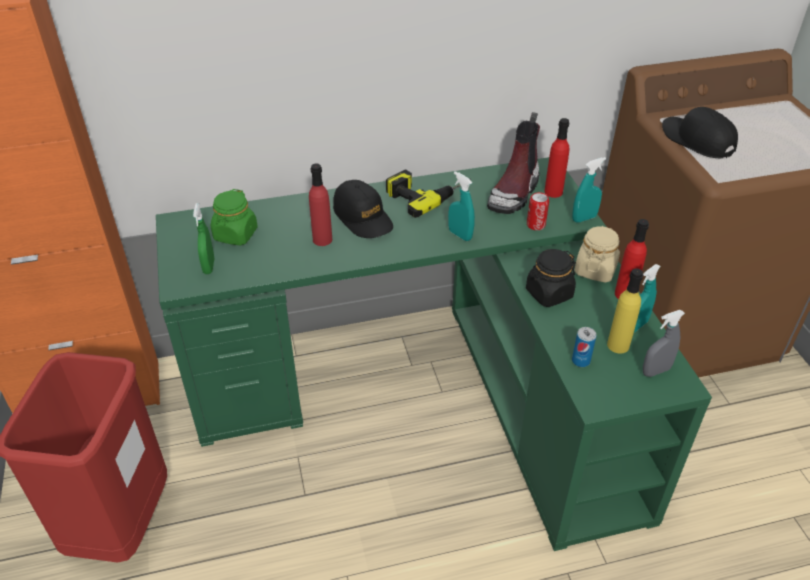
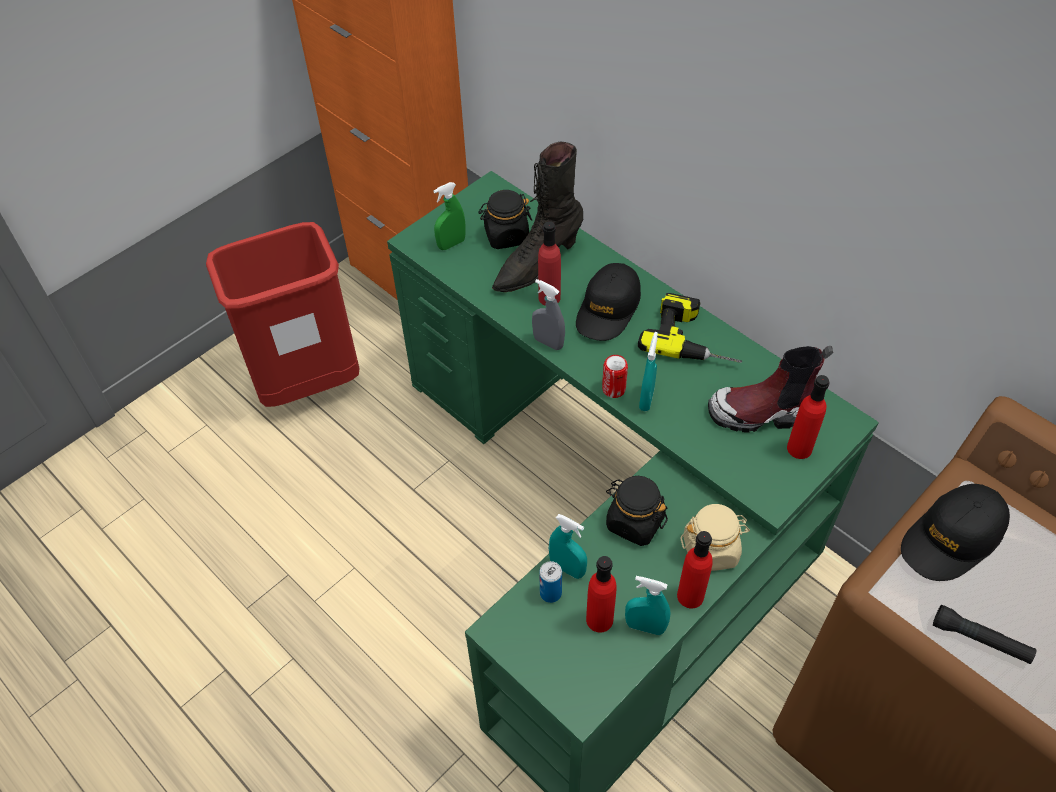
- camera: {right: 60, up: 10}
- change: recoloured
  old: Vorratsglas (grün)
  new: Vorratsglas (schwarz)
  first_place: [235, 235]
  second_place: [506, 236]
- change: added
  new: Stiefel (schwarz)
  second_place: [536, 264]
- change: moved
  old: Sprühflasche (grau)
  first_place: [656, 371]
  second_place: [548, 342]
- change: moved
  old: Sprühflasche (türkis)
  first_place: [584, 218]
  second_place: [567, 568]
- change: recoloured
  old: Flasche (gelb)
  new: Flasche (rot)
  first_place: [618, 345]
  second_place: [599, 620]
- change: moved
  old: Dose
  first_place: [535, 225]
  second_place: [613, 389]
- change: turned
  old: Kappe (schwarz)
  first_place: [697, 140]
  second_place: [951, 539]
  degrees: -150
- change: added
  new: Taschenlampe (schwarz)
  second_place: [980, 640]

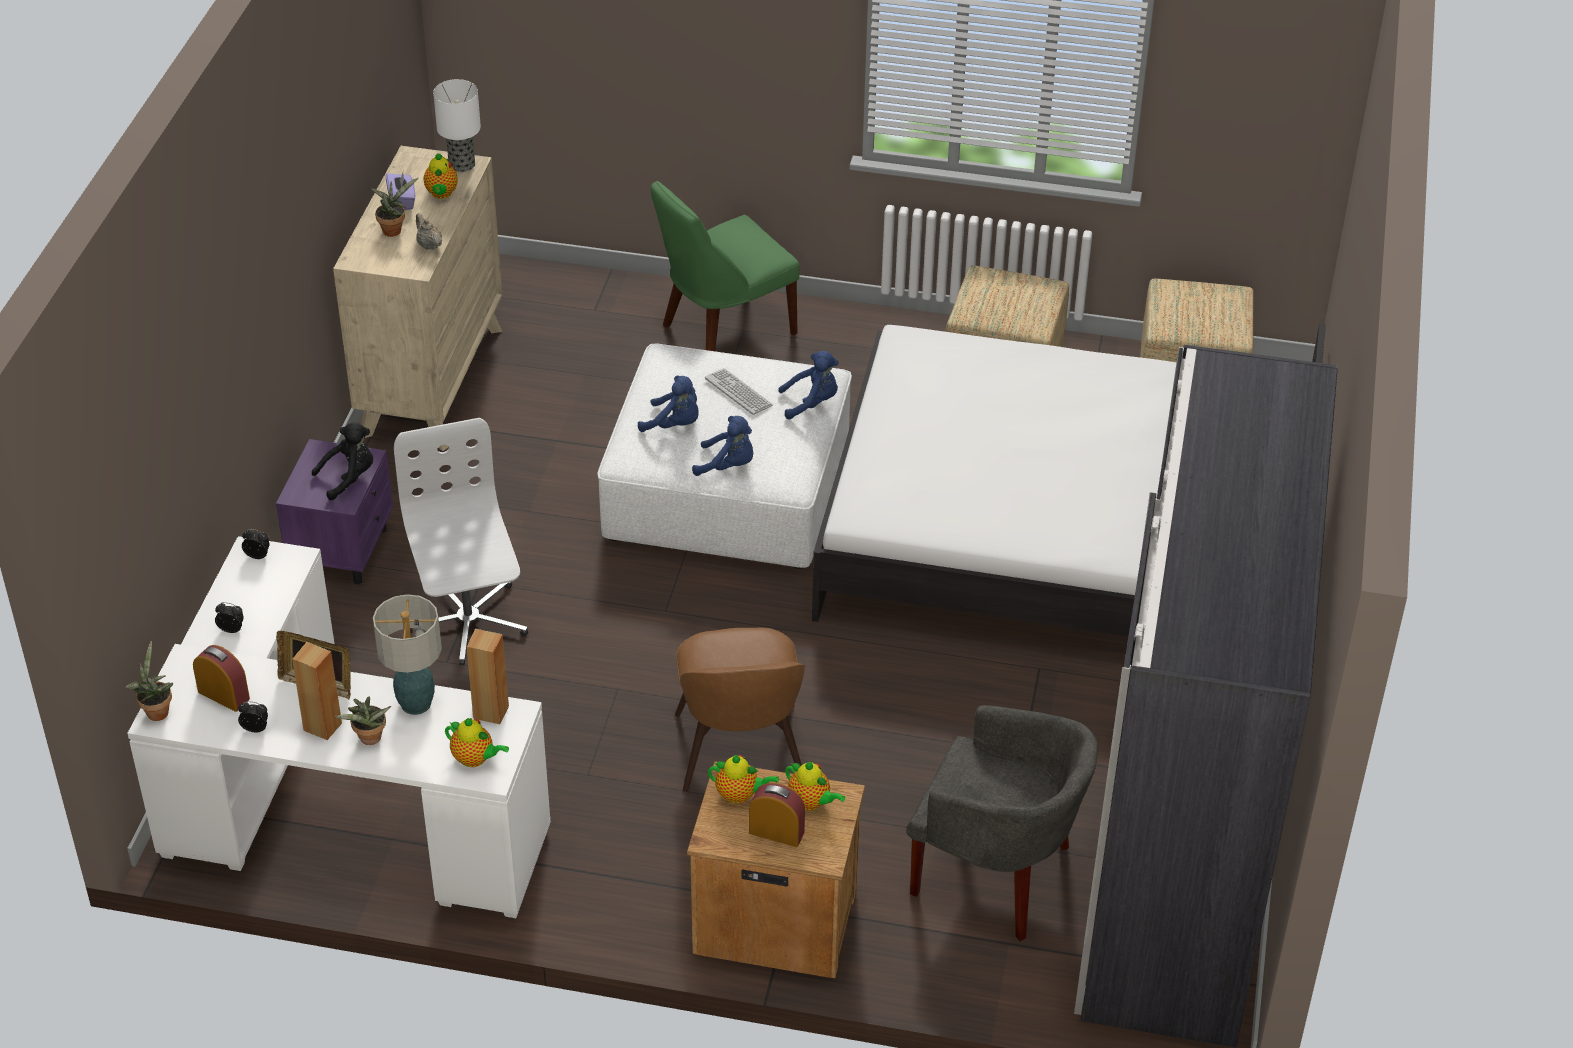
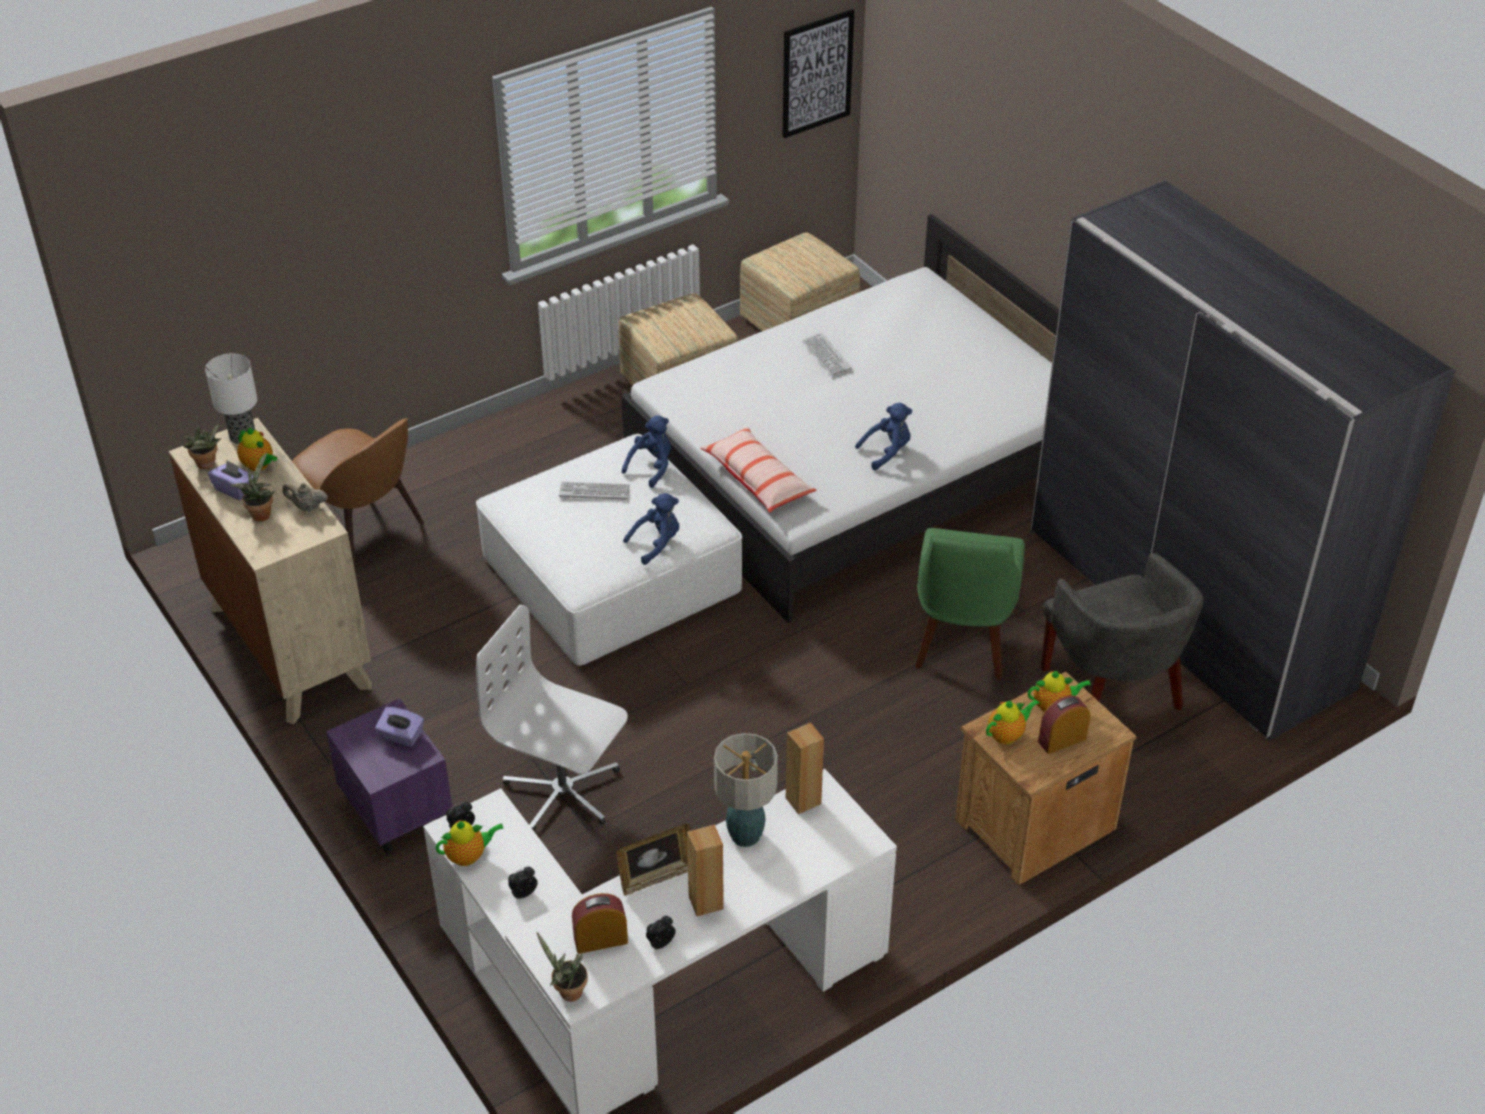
- camera: {right: -45, up: 0}
- change: moved
  old: Topfpflanze
  first_place: [369, 740]
  second_place: [207, 465]
- change: moved
  old: Stuhl (braun)
  first_place: [740, 752]
  second_place: [363, 532]
- change: replaced
  old: Plüschtier (schwarz)
  new: Taschentuchbox (lila)
  first_place: [349, 478]
  second_place: [401, 736]
- change: moved
  old: Teekanne
  first_place: [475, 759]
  second_place: [469, 856]
- change: added
  new: Kissen
  second_place: [757, 479]
- change: added
  new: Bild
  second_place: [817, 73]
- change: added
  new: Tastatur
  second_place: [826, 355]
- change: moved
  old: Plüschtier (blau)
  first_place: [674, 425]
  second_place: [887, 452]
- change: moved
  old: Stuhl (grün)
  first_place: [723, 331]
  second_place: [962, 641]
- change: turned
  old: Sessel (grau)
  first_place: [997, 876]
  second_place: [1111, 694]
  degrees: 90

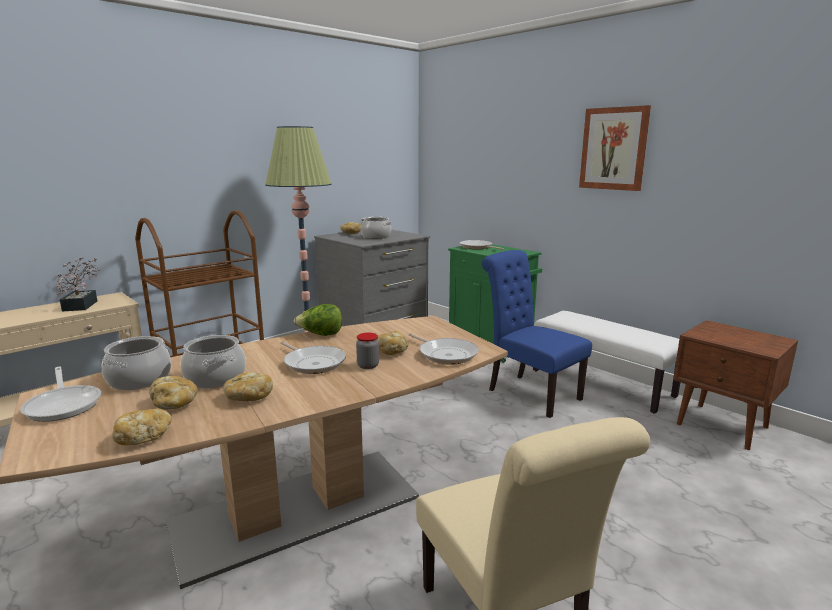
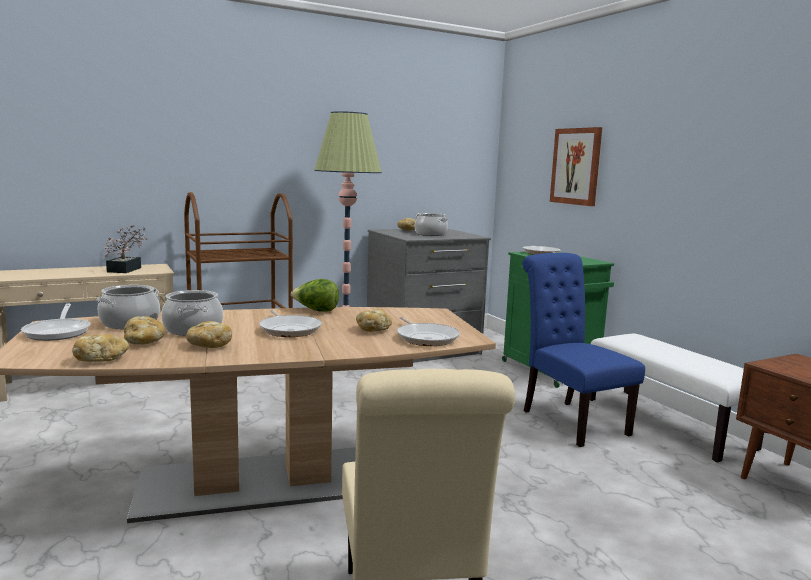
- camera: {right: 15, up: -5}
- change: moved
  old: Bild
  first_place: [613, 149]
  second_place: [576, 166]
- change: removed
  old: Vorratsglas
  first_place: [368, 365]

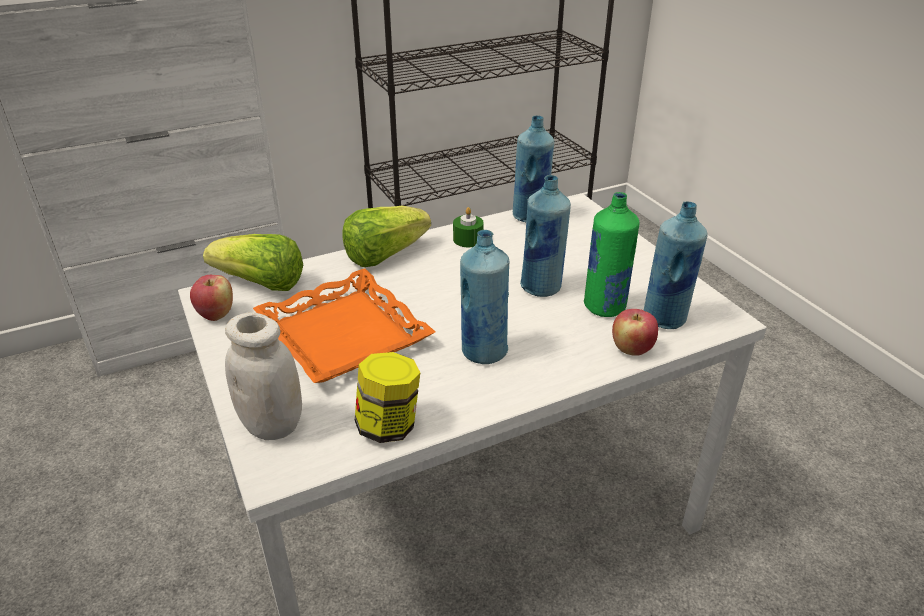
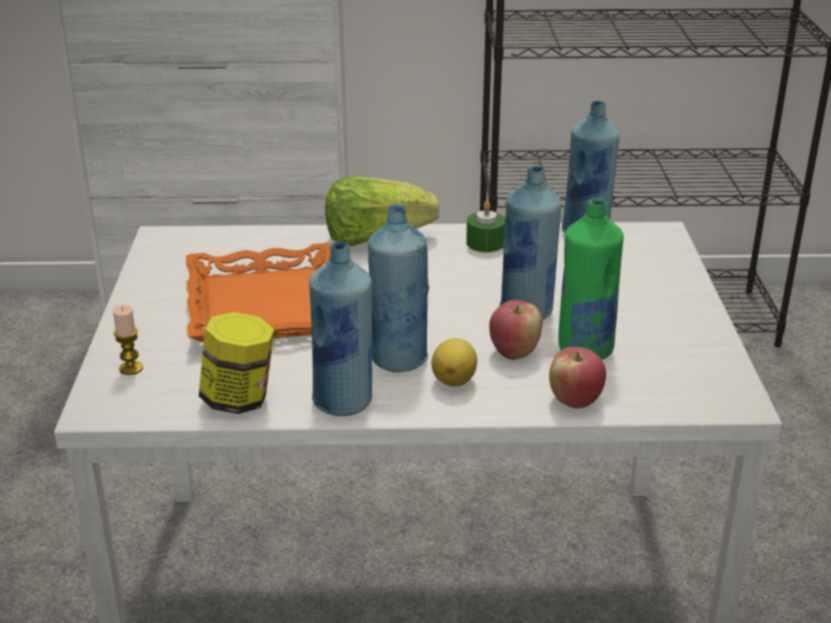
- camera: {right: 25, up: -5}
- change: replaced
  old: Vorratsglas (weiß)
  new: Kerze
  first_place: [272, 425]
  second_place: [131, 368]
- change: moved
  old: Flasche (blau)
  first_place: [665, 319]
  second_place: [343, 402]
- change: added
  new: Zitrone
  second_place: [454, 380]
- change: moved
  old: Apfel
  first_place: [216, 314]
  second_place: [514, 352]
- change: removed
  old: Salatkopf
  first_place: [261, 284]

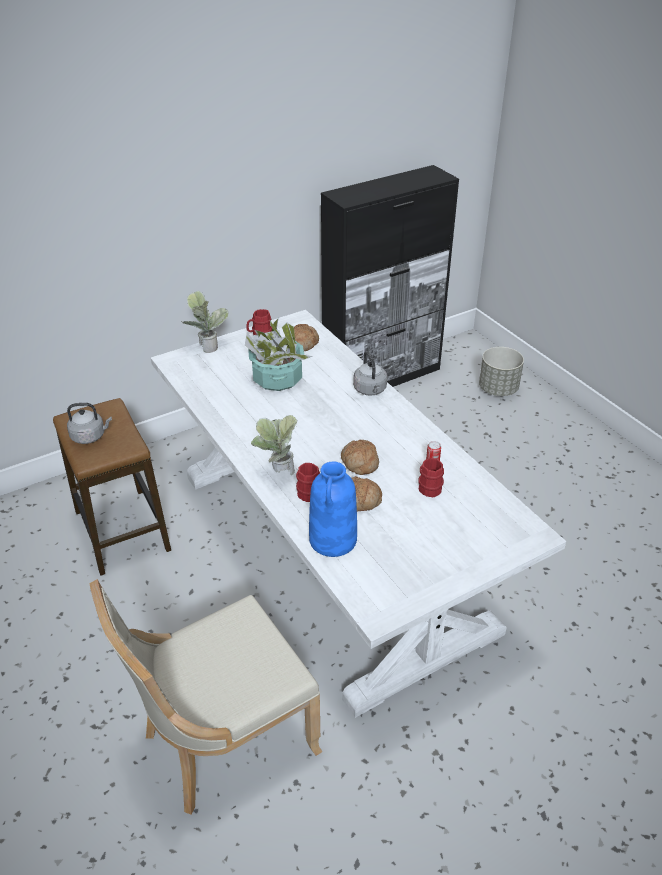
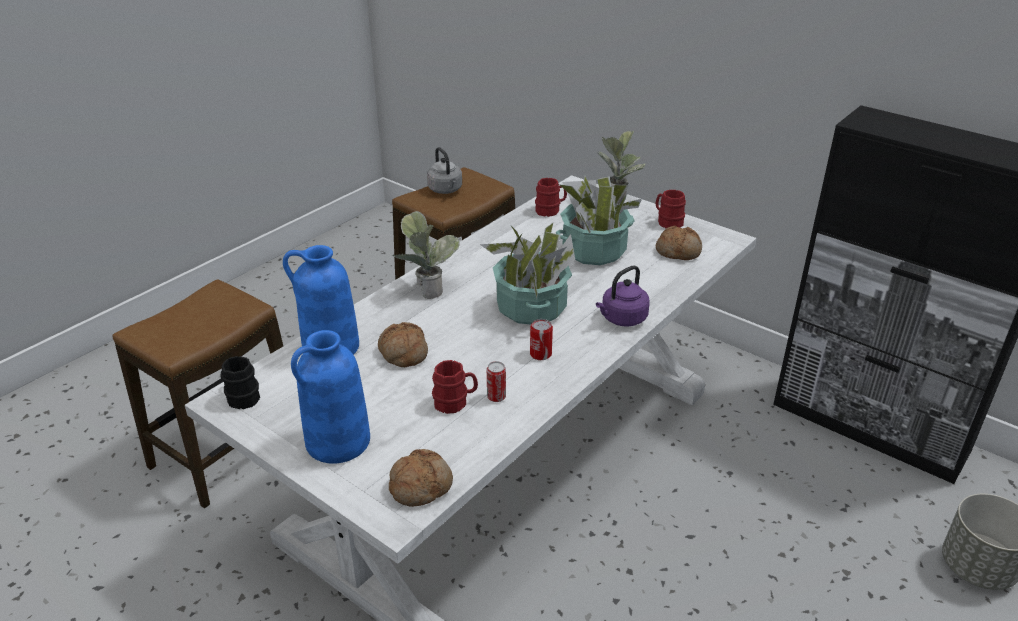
- camera: {right: 70, up: -5}
- change: replaced
  old: Stuhl (beige)
  new: Hocker
  first_place: [222, 741]
  second_place: [227, 451]
- change: added
  new: Henkelbecher (schwarz)
  second_place: [242, 395]
- change: added
  new: Vase (blau)
  second_place: [337, 442]
- change: moved
  old: Brot
  first_place: [359, 463]
  second_place: [420, 485]
- change: added
  new: Topfpflanze
  second_place: [531, 308]
- change: added
  new: Dose
  second_place: [540, 354]
- change: moved
  old: Henkelbecher (rot)
  first_place: [309, 491]
  second_place: [550, 210]
- change: recoloured
  old: Wasserkessel (grau)
  new: Wasserkessel (lila)
  first_place: [370, 390]
  second_place: [622, 319]

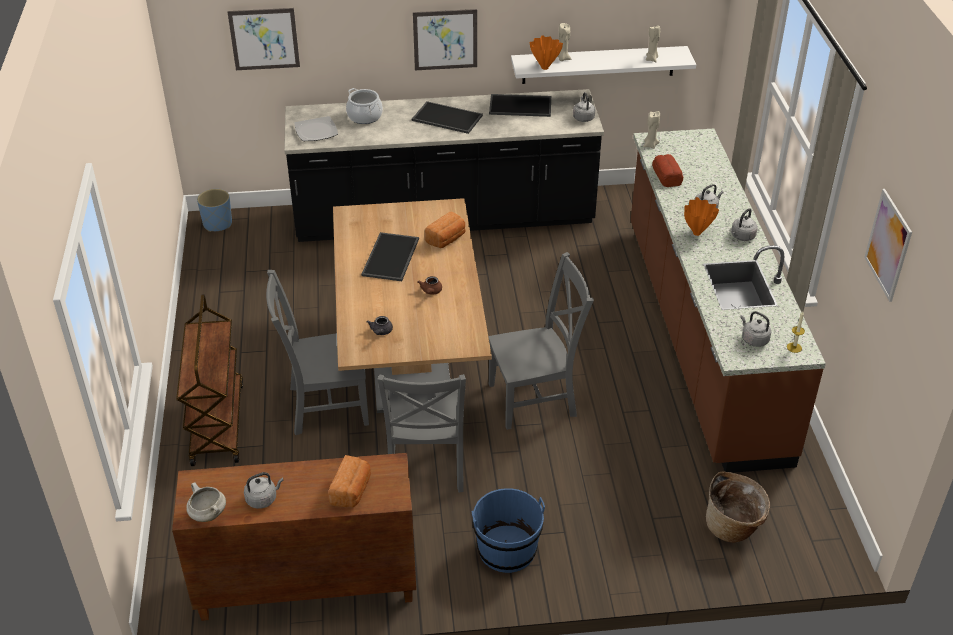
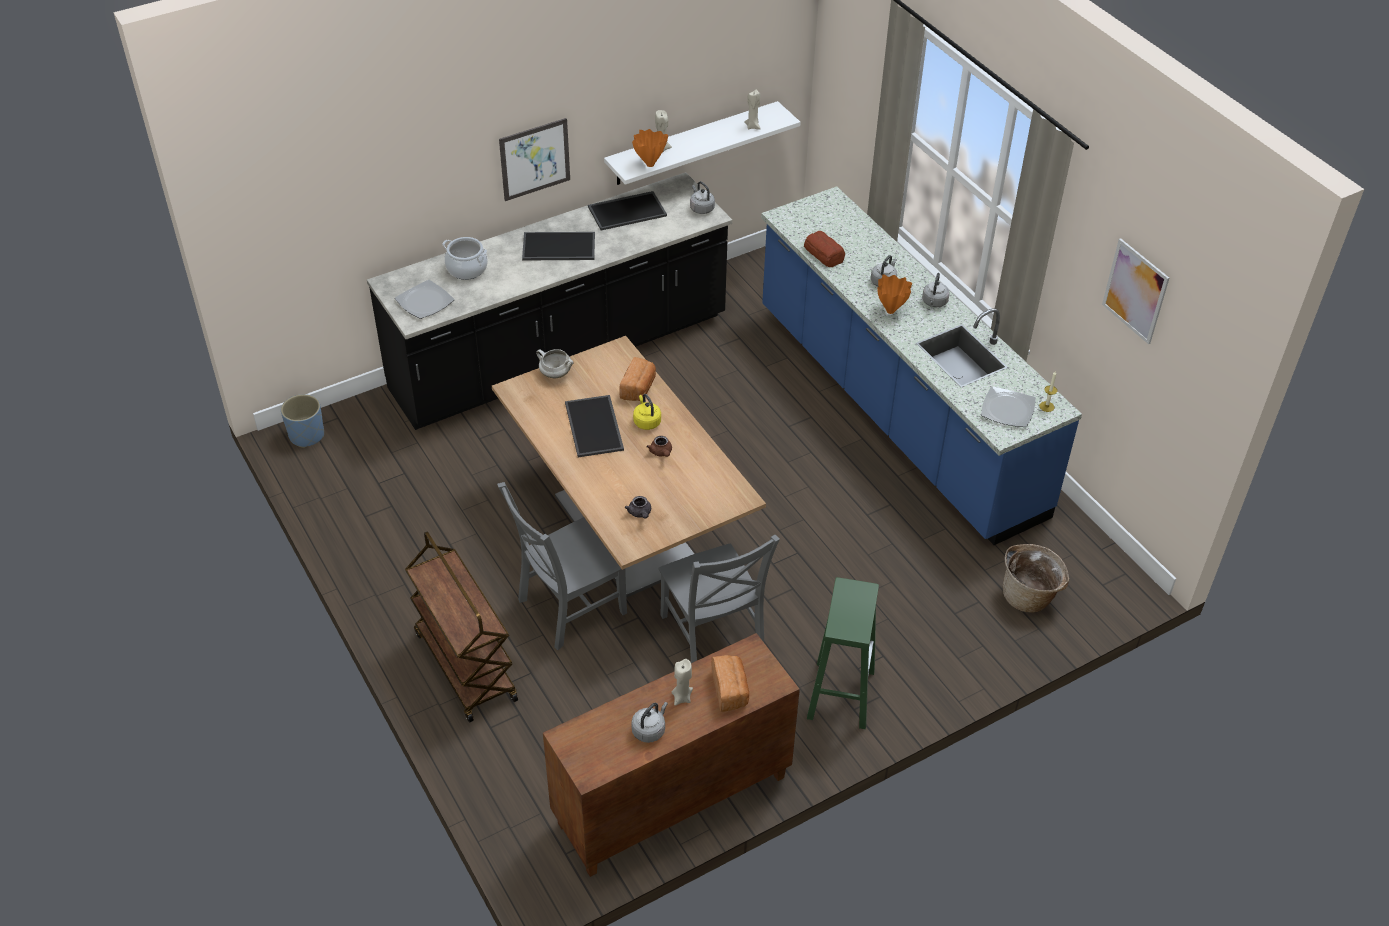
- camera: {right: -25, up: 5}
- change: moved
  old: Kochtopf (weiß)
  first_place: [207, 514]
  second_place: [555, 374]
- change: added
  new: Wasserkessel (gelb)
  second_place: [646, 421]
- change: moved
  old: Kerze (beige)
  first_place: [650, 145]
  second_place: [682, 697]
- change: recoloured
  old: Küchenzeile (braun)
  new: Küchenzeile (blau)
  first_place: [701, 337]
  second_place: [896, 411]
- change: replaced
  old: Eimer (blau)
  new: Hocker (grün)
  first_place: [507, 549]
  second_place: [840, 693]
- change: replaced
  old: Wasserkessel (grau)
  new: Teller
  first_place: [753, 339]
  second_place: [1007, 409]
- change: removed
  old: Bild
  first_place: [264, 39]
- change: removed
  old: Stuhl (grau)
  first_place: [536, 399]

